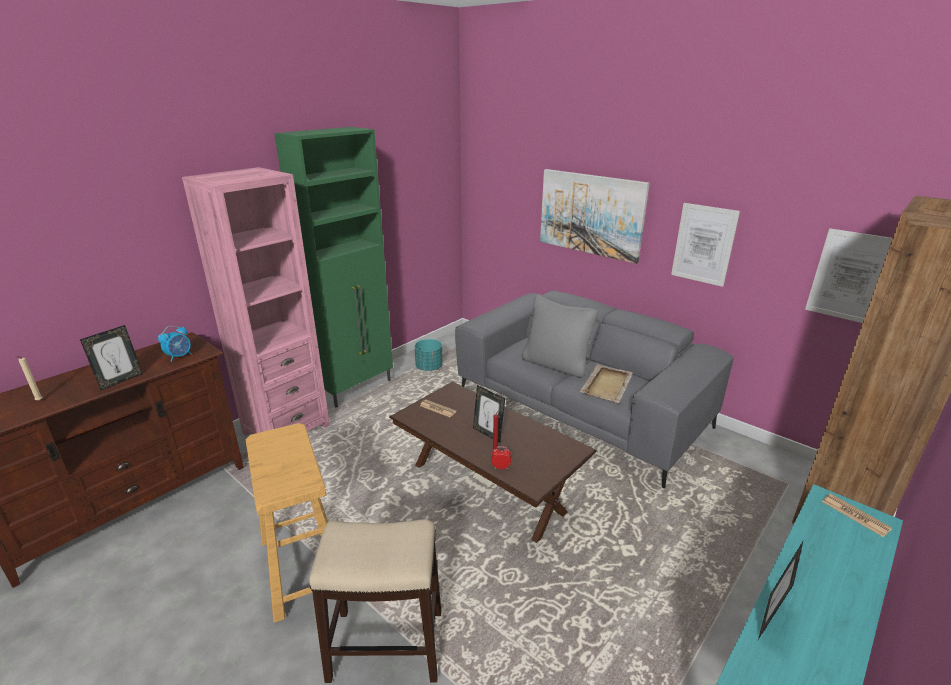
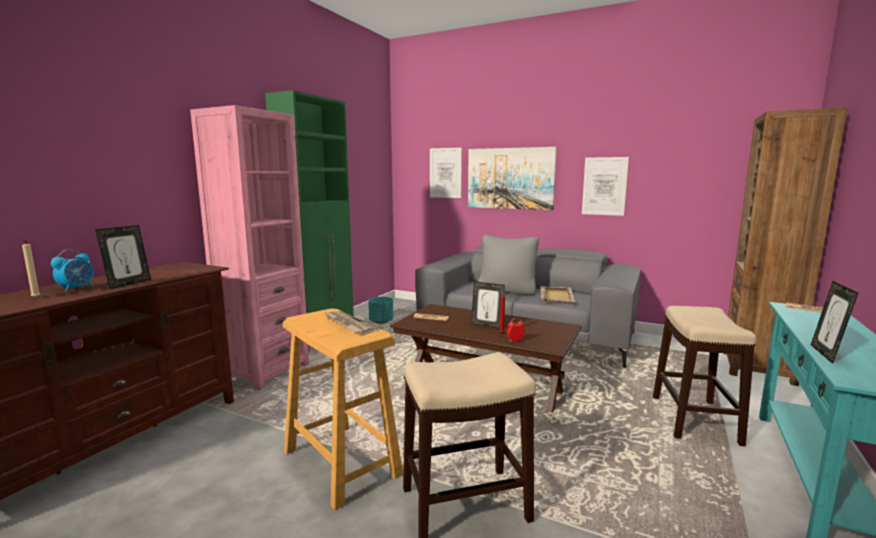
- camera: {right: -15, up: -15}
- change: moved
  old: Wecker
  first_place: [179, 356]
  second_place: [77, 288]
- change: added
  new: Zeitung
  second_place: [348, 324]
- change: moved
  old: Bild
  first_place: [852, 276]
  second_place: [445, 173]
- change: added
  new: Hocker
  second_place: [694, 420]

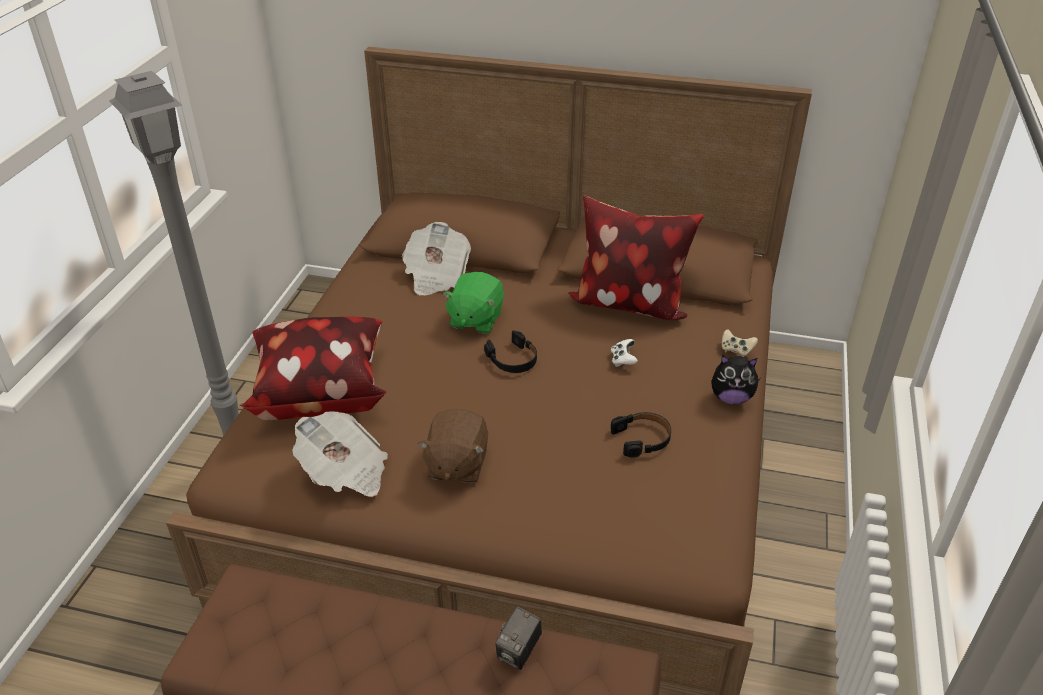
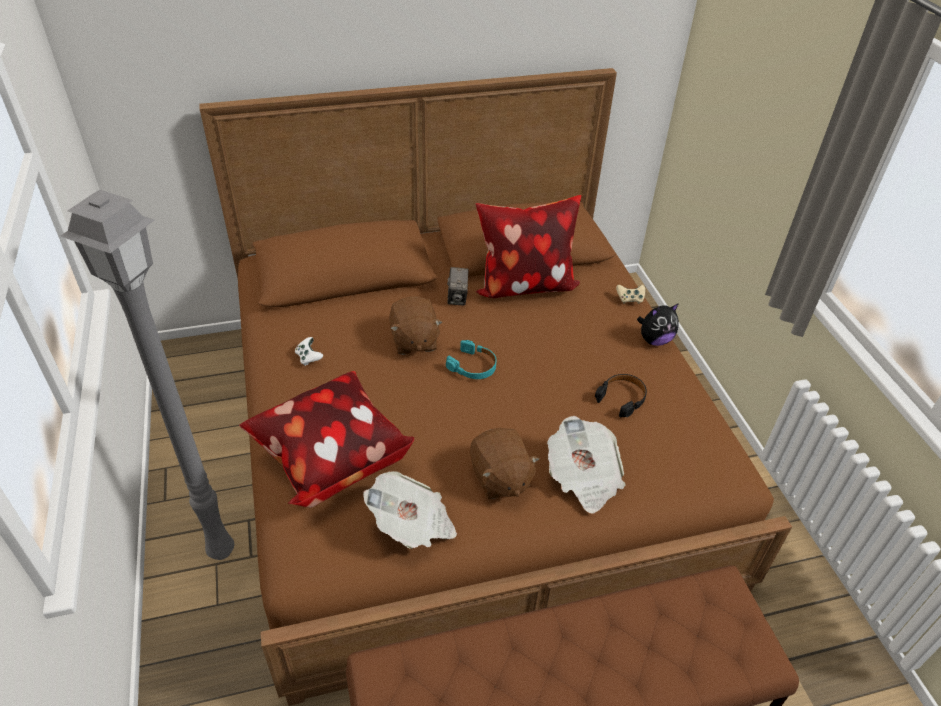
- camera: {right: -30, up: 5}
- change: moved
  old: Gamepad (weiß)
  first_place: [623, 360]
  second_place: [309, 357]
- change: recoloured
  old: Plüschtier (grün)
  new: Plüschtier (braun)
  first_place: [475, 319]
  second_place: [414, 341]
- change: recoloured
  old: Kopfhörer (schwarz)
  new: Kopfhörer (türkis)
  first_place: [513, 359]
  second_place: [473, 366]
- change: moved
  old: Kamera
  first_place: [519, 652]
  second_place: [457, 298]
- change: moved
  old: Zeitung
  first_place: [436, 276]
  second_place: [583, 478]

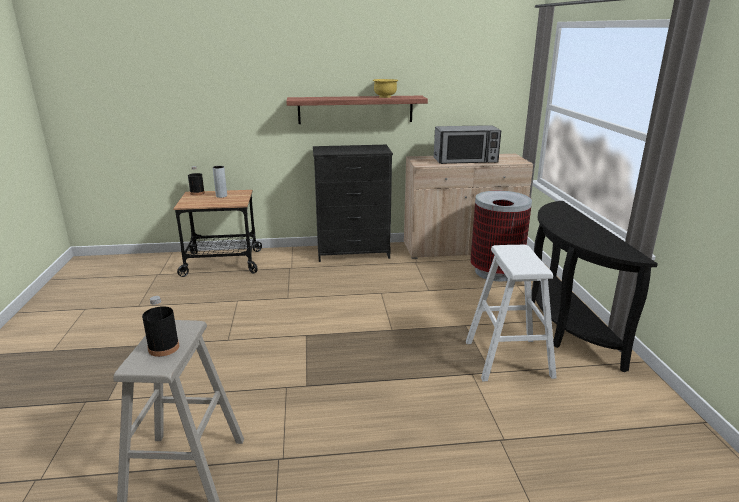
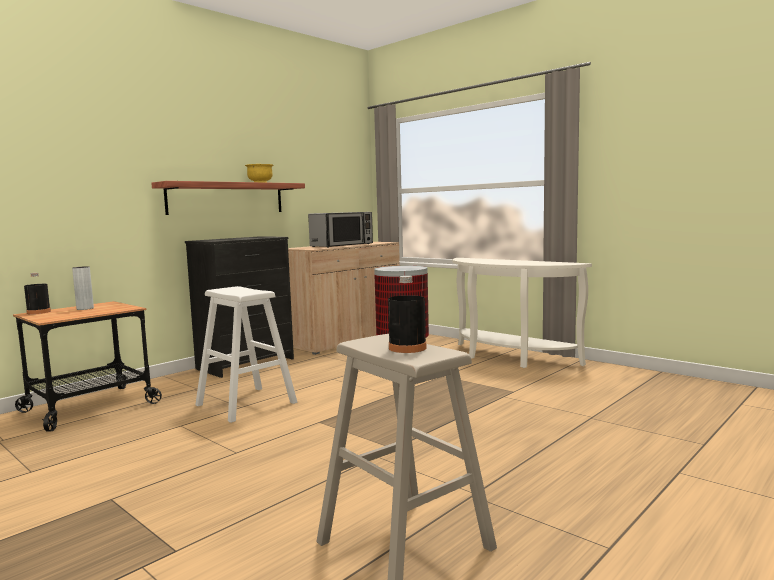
- camera: {right: -40, up: -15}
- change: moved
  old: Hocker (weiß)
  first_place: [508, 359]
  second_place: [246, 404]
- change: recoloured
  old: Konsolentisch (schwarz)
  new: Konsolentisch (weiß)
  first_place: [563, 326]
  second_place: [507, 358]

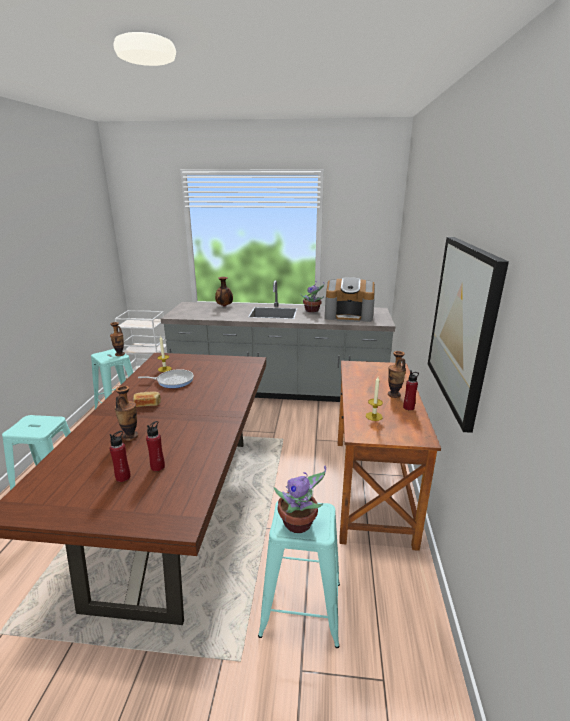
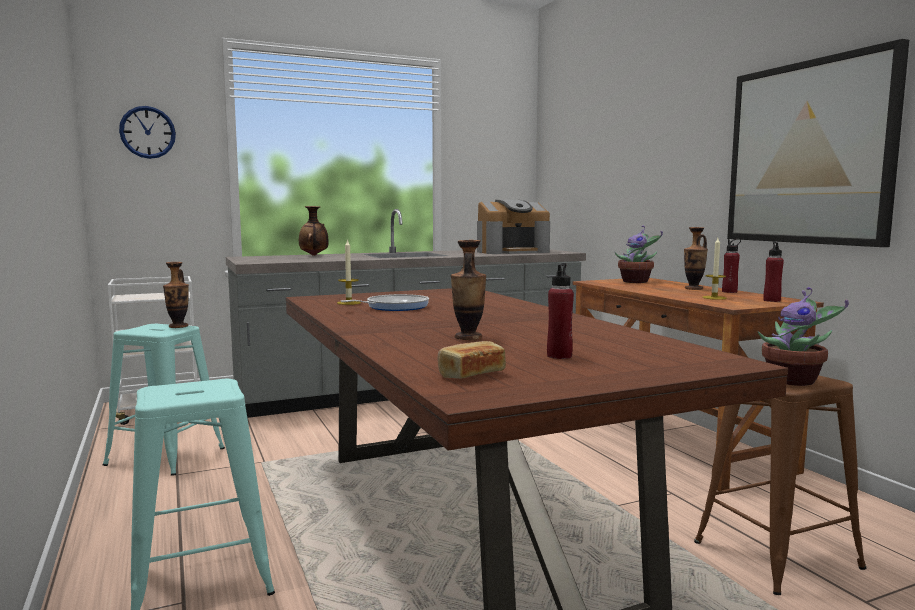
- camera: {right: -30, up: -15}
- change: added
  new: Wanduhr
  second_place: [147, 132]
- change: moved
  old: Brot
  first_place: [147, 404]
  second_place: [470, 374]
- change: moved
  old: Topfpflanze
  first_place: [312, 311]
  second_place: [636, 282]
- change: recoloured
  old: Hocker (türkis)
  new: Hocker (braun)
  first_place: [301, 608]
  second_place: [777, 555]
- change: moved
  old: Flasche (rot)
  first_place: [158, 466]
  second_place: [771, 300]

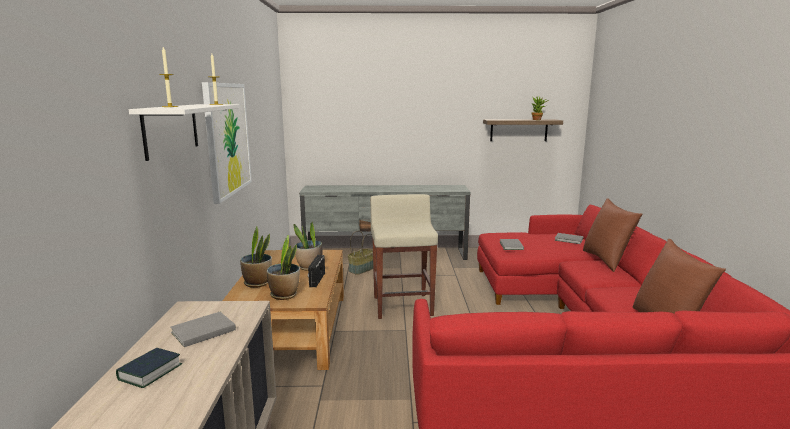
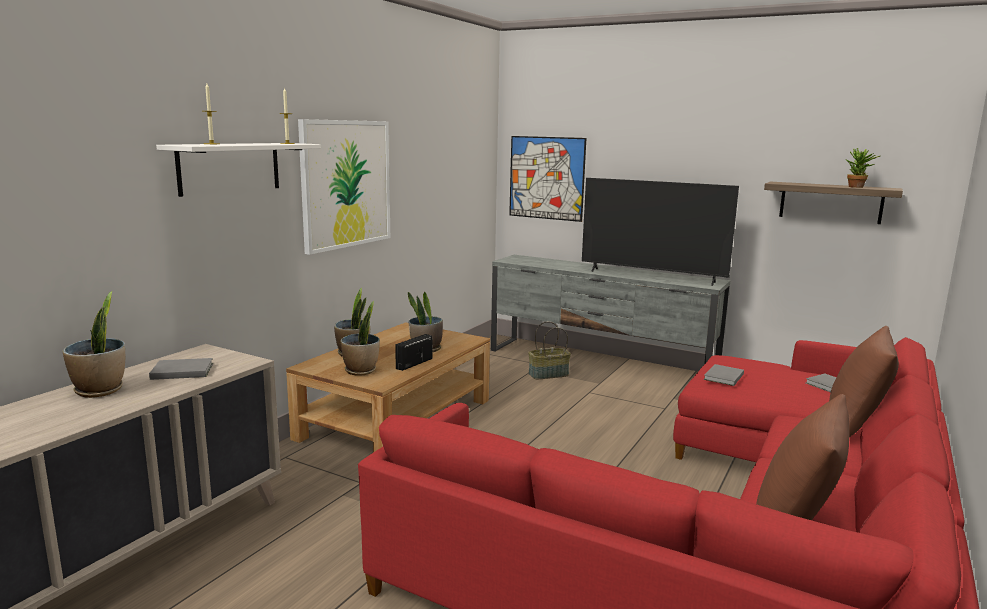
- camera: {right: 30, up: 0}
- change: replaced
  old: Buch
  new: Topfpflanze
  first_place: [150, 372]
  second_place: [100, 390]
- change: added
  new: Bild
  second_place: [546, 178]
- change: added
  new: Fernseher
  second_place: [651, 276]
- change: removed
  old: Hocker (beige)
  first_place: [402, 305]

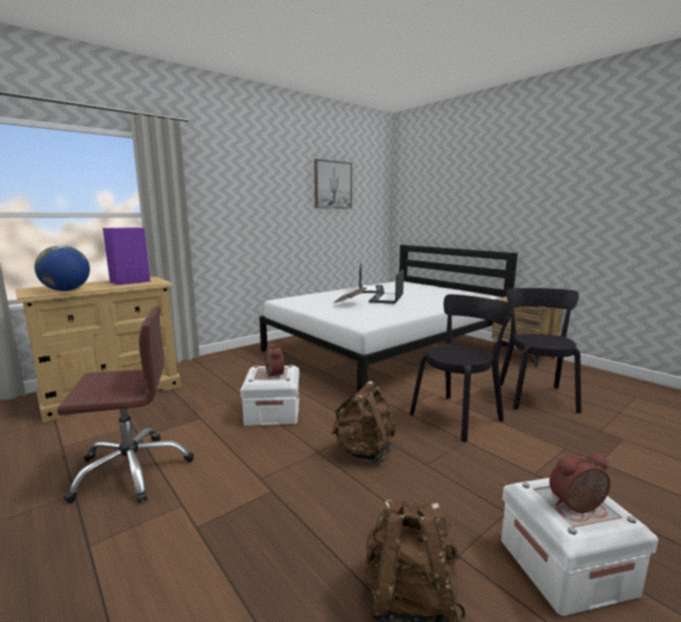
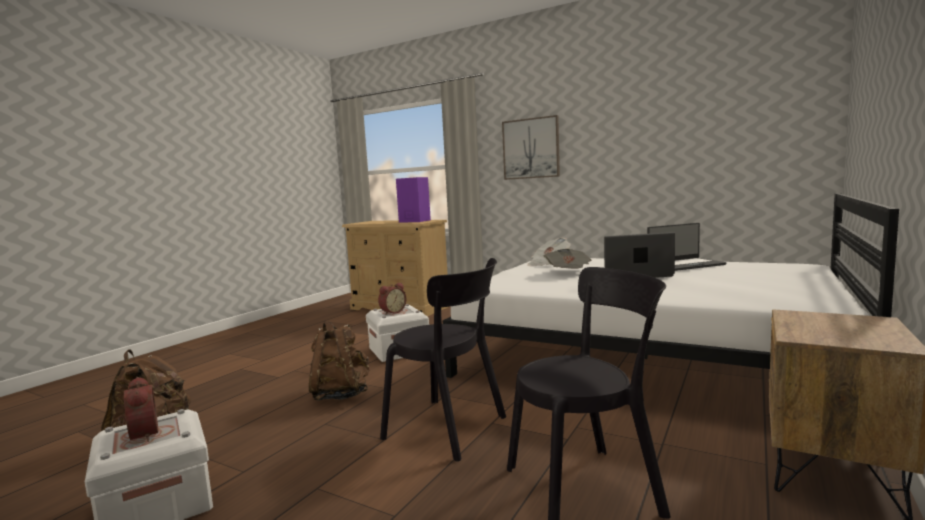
- camera: {right: 70, up: -5}
- change: moved
  old: Bild
  first_place: [332, 185]
  second_place: [531, 148]
- change: added
  new: Zeitung
  second_place: [548, 264]
- change: removed
  old: Globus
  first_place: [66, 290]
- change: removed
  old: Bürostuhl (braun)
  first_place: [132, 470]

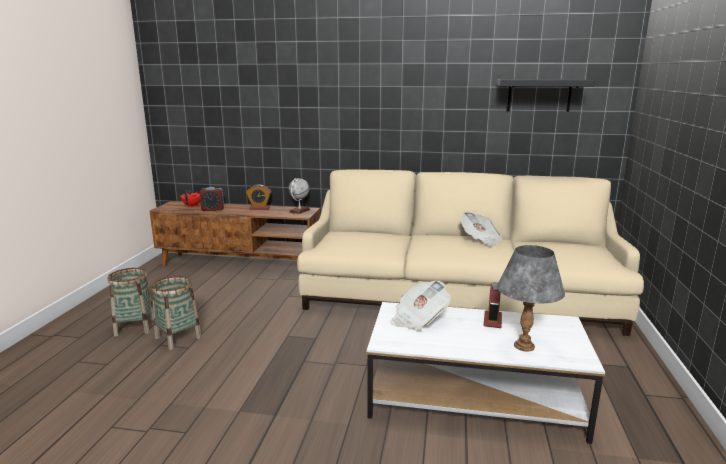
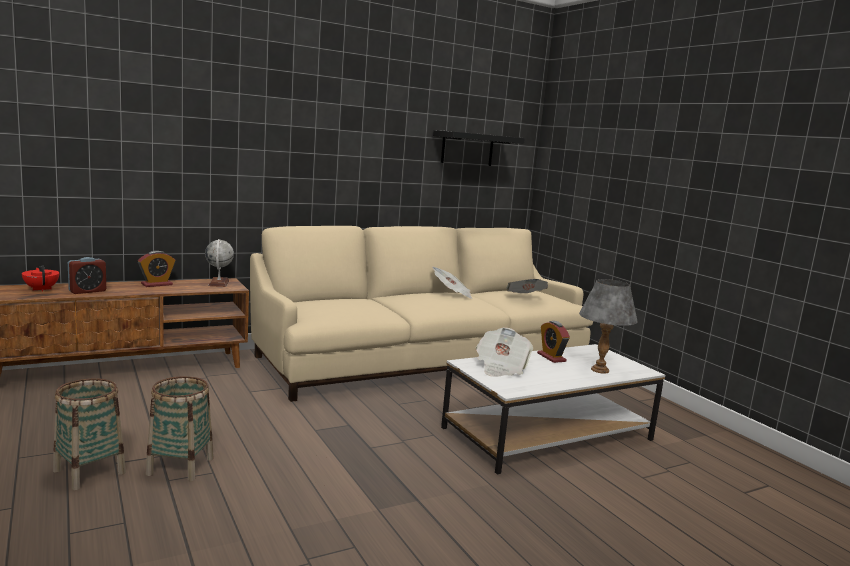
- camera: {right: -40, up: -5}
- change: added
  new: Zeitung
  second_place: [525, 298]

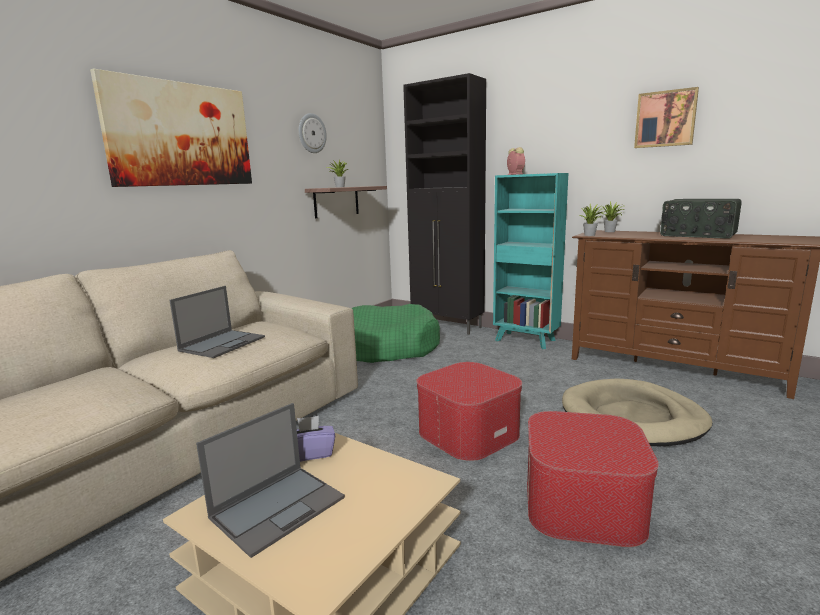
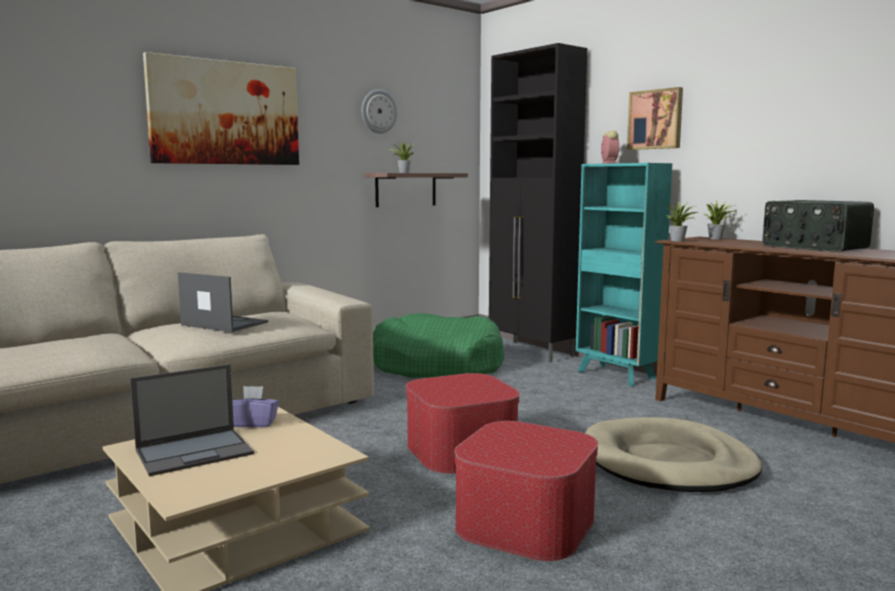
- camera: {right: 15, up: -5}
- change: turned
  old: Laptop
  first_place: [223, 343]
  second_place: [223, 323]
  degrees: -105
- change: moved
  old: Bild
  first_place: [665, 119]
  second_place: [656, 119]

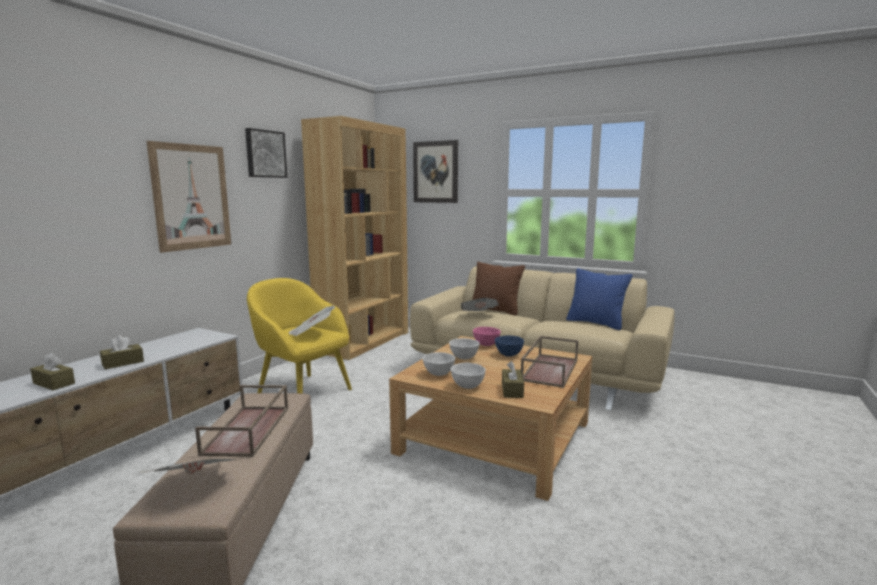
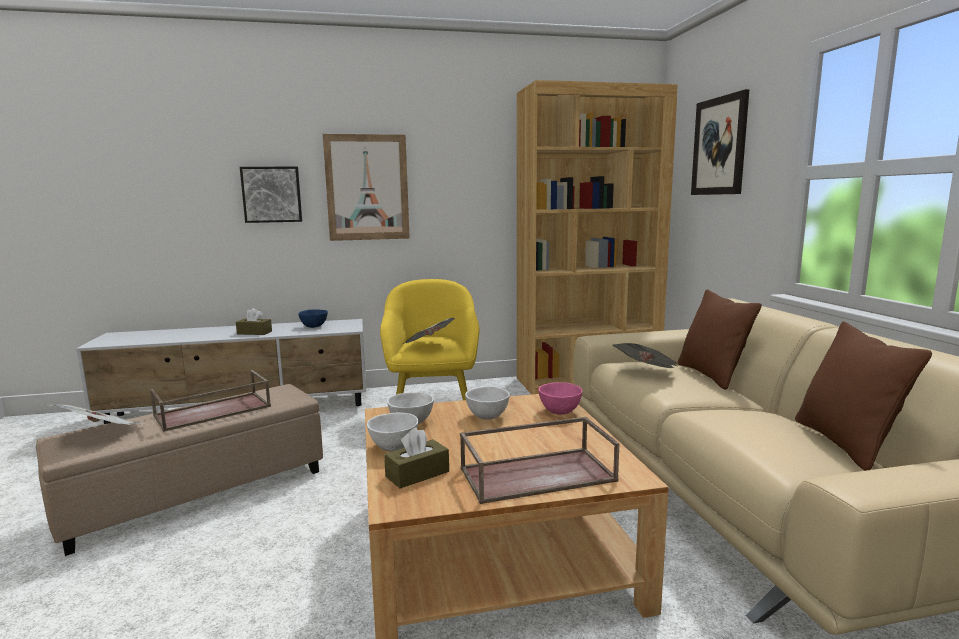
- camera: {right: 50, up: 0}
- change: moved
  old: Bild
  first_place: [265, 154]
  second_place: [272, 194]
- change: moved
  old: Schüssel (blau)
  first_place: [509, 354]
  second_place: [314, 326]
- change: recoloured
  old: Kissen (blau)
  new: Kissen (braun)
  first_place: [596, 323]
  second_place: [845, 444]
- change: removed
  old: Taschentuchbox (braun)
  first_place: [54, 383]

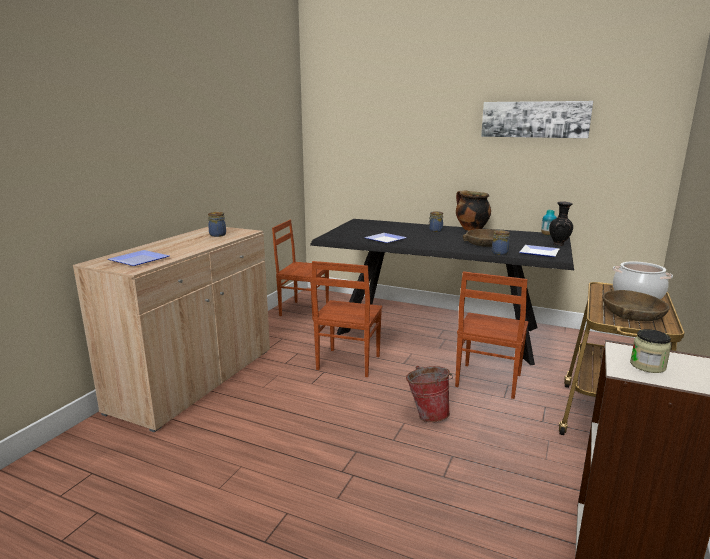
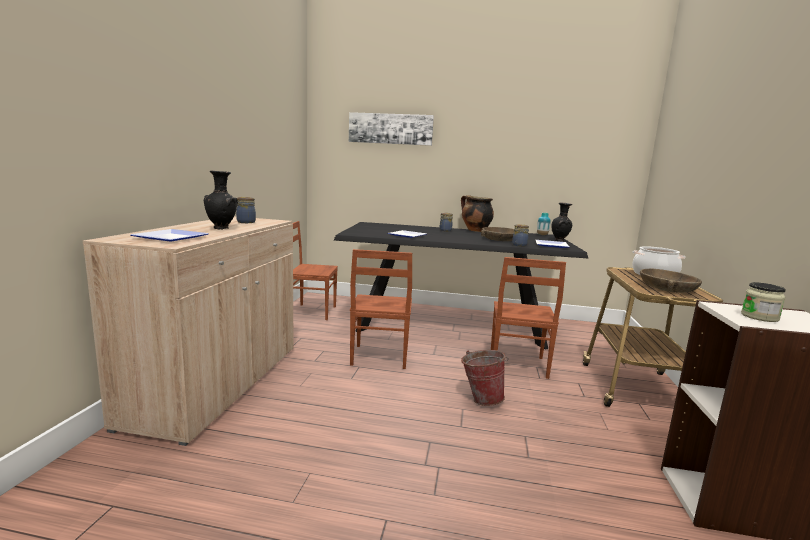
- camera: {right: -15, up: -5}
- change: added
  new: Vase (schwarz)
  second_place: [222, 228]
- change: moved
  old: Bild
  first_place: [534, 119]
  second_place: [390, 129]

